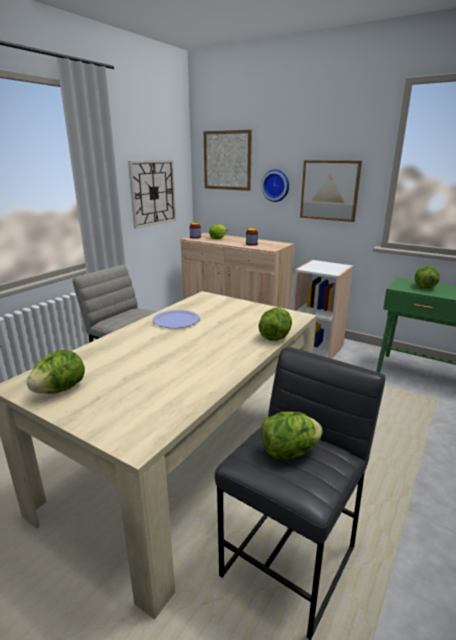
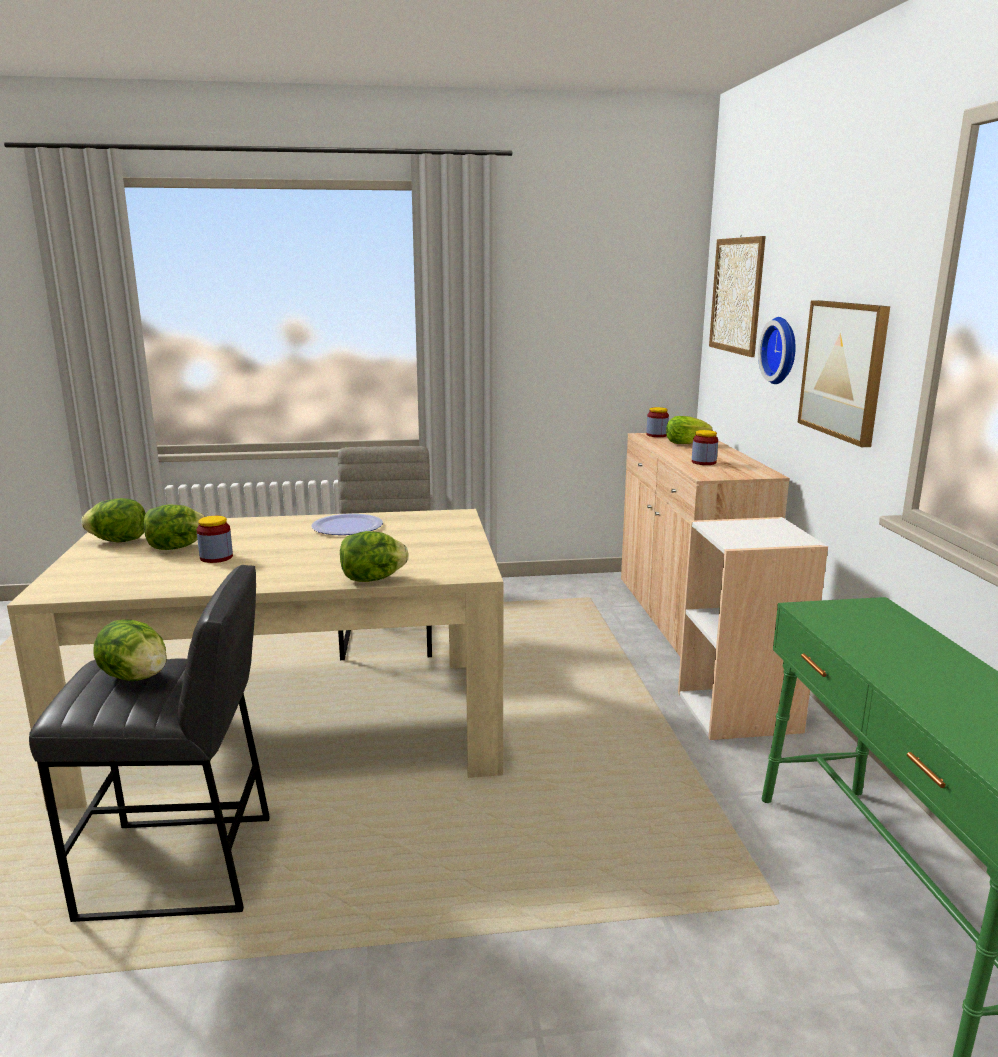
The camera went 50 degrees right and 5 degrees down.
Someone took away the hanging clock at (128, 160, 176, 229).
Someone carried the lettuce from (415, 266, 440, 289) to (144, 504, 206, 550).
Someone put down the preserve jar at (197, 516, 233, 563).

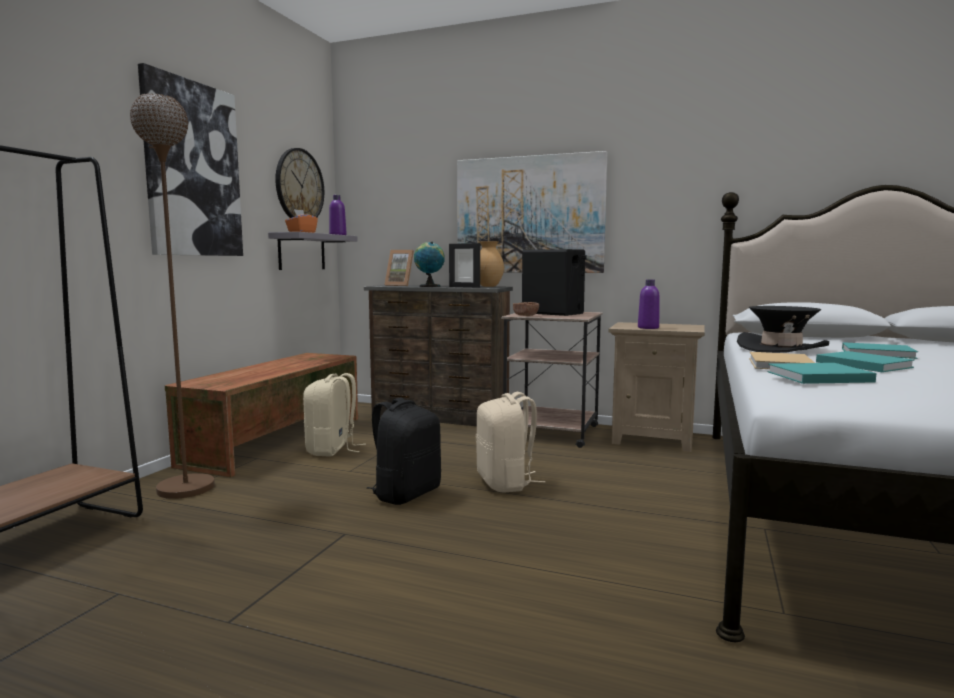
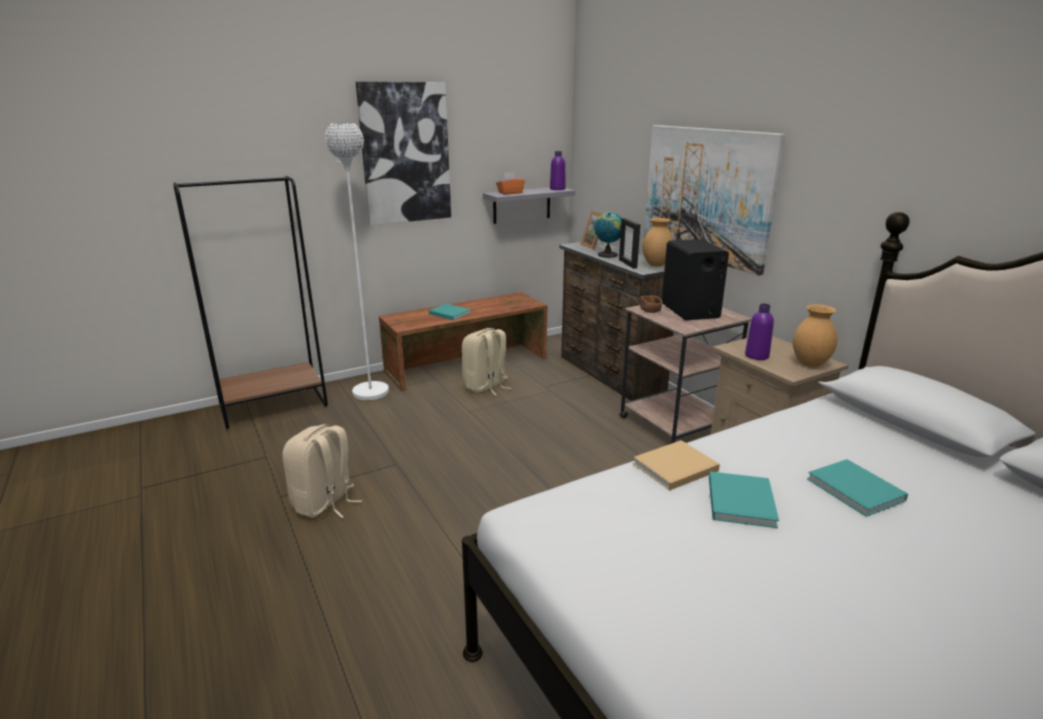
The camera went 40 degrees right and 15 degrees up.
Someone repainted the floor lamp (brownish) at (130, 93, 215, 499), which became the floor lamp (white) at (325, 123, 389, 400).
Someone took away the hanging clock at (275, 148, 324, 218).
Someone took away the rucksack (blackish) at (367, 398, 441, 505).
Someone carried the rucksack (beige) from (476, 392, 545, 493) to (282, 424, 362, 518).
Someone took away the hat (blackish) at (737, 306, 829, 353).
Someone carried the volume (blue-green) from (767, 363, 876, 384) to (429, 304, 471, 320).
Someone put down the decorative vase (brownish) at (793, 304, 837, 367).

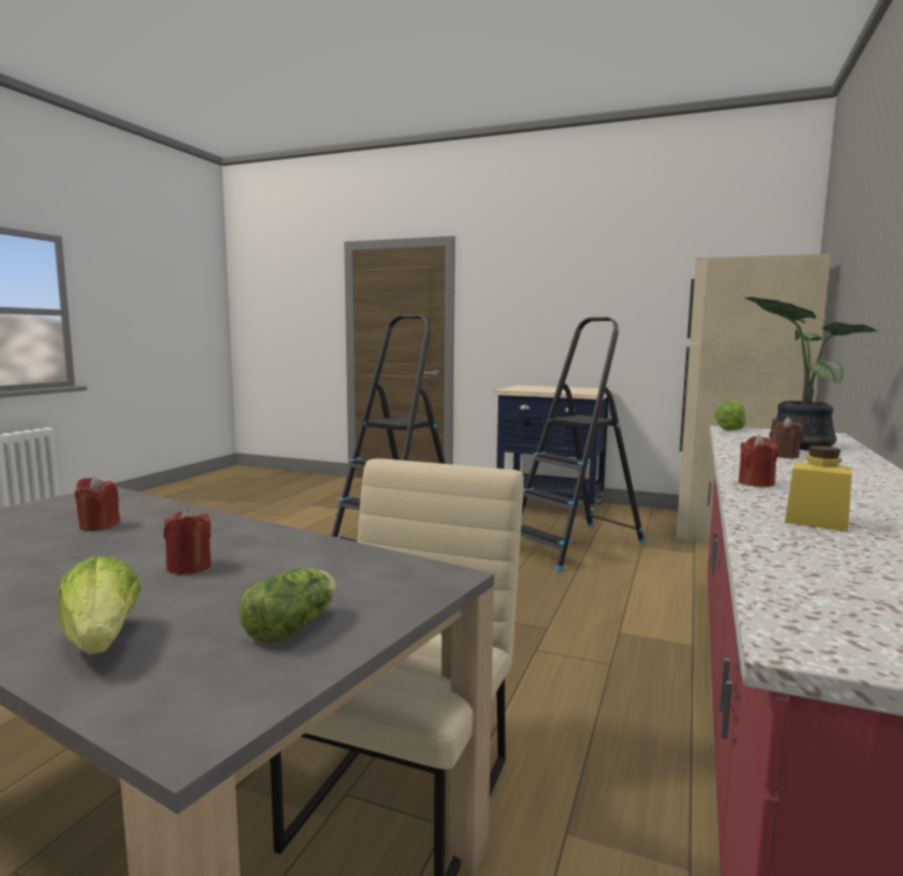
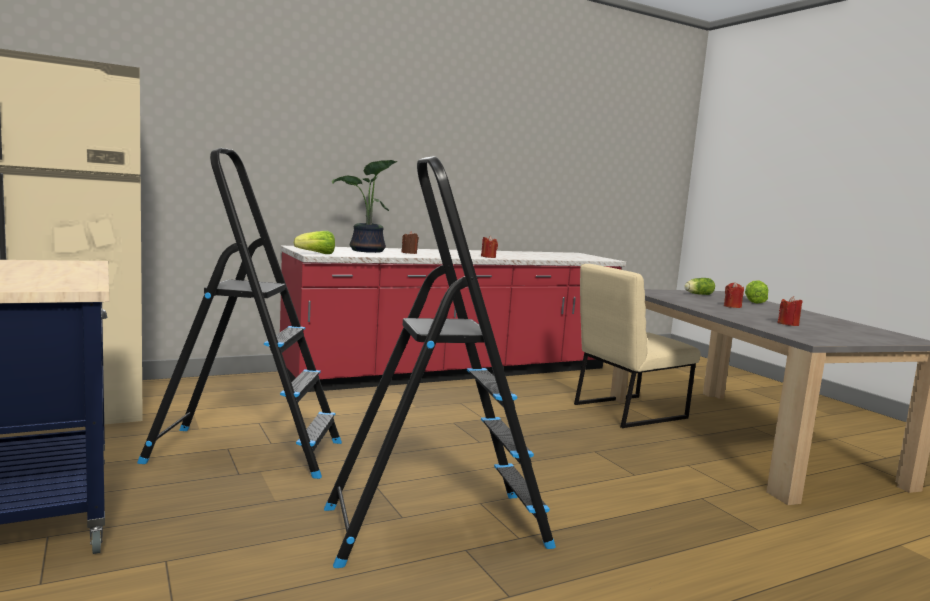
The camera went 140 degrees left and 0 degrees up.
Someone took away the preserve jar (yellow-coloured) at (785, 446, 852, 532).

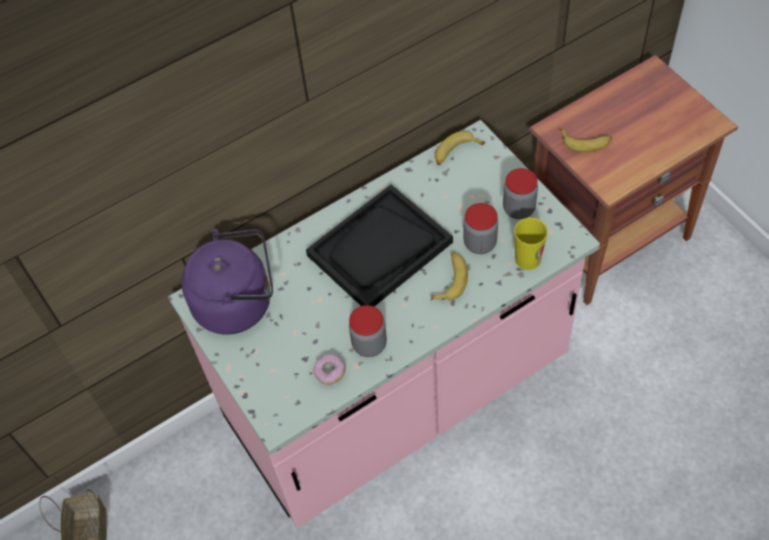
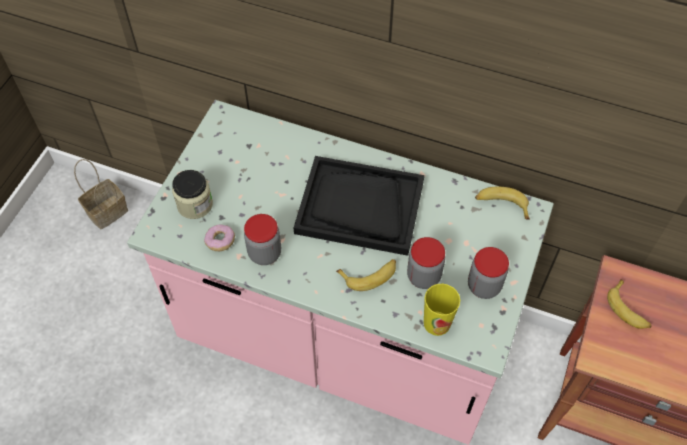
The camera went 50 degrees right and 0 degrees up.
Someone took away the water kettle (purplish) at (181, 229, 273, 335).
Someone put down the preserve jar at (172, 170, 213, 219).

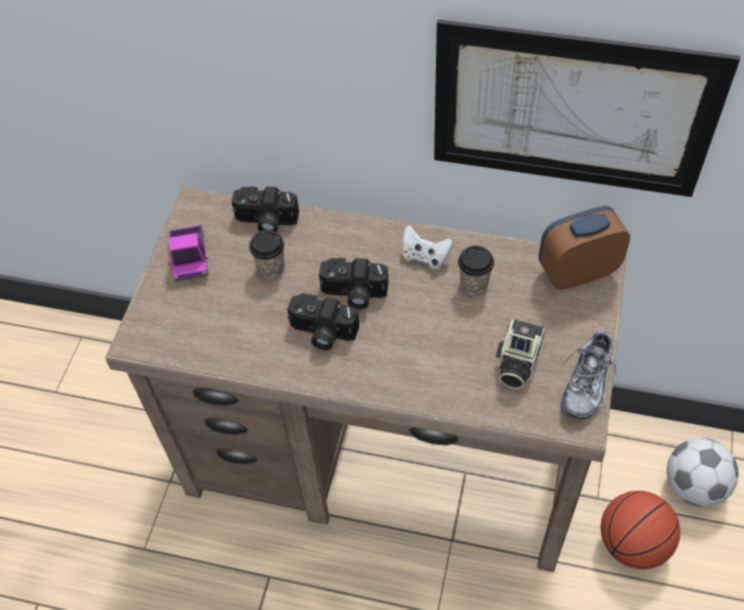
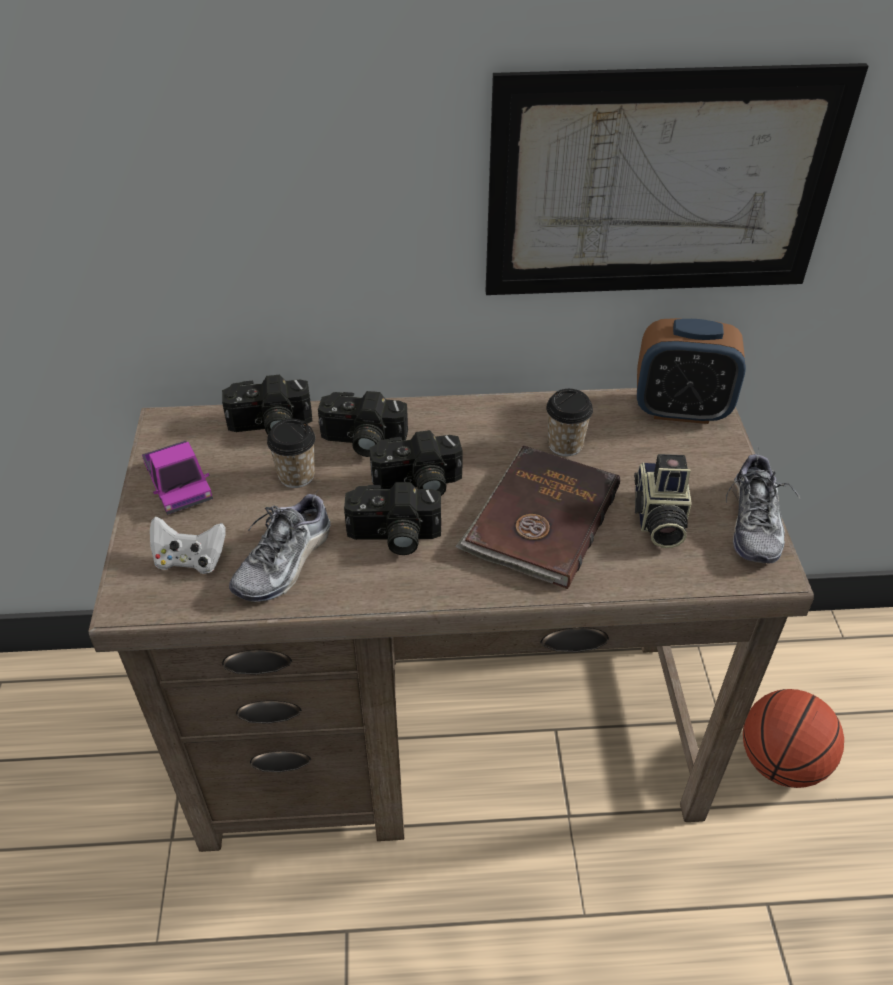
The camera went 20 degrees left and 10 degrees down.
Someone carried the gamepad (white) from (402, 225, 453, 270) to (150, 517, 226, 574).
Someone rotated the alarm clock at (539, 206, 630, 290) by 135 degrees counterclockwise.
Someone took away the football at (667, 438, 739, 507).
Someone put down the low shoe at (229, 492, 331, 602).
Someone put down the still camera at (318, 391, 408, 457).
Someone put down the volume (brownish) at (455, 445, 620, 589).

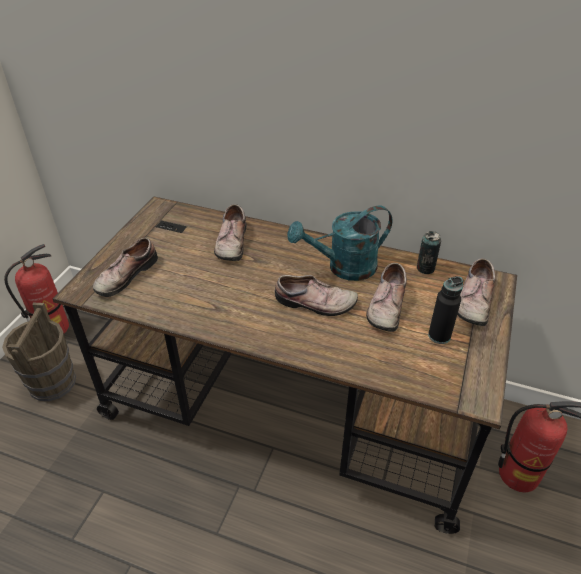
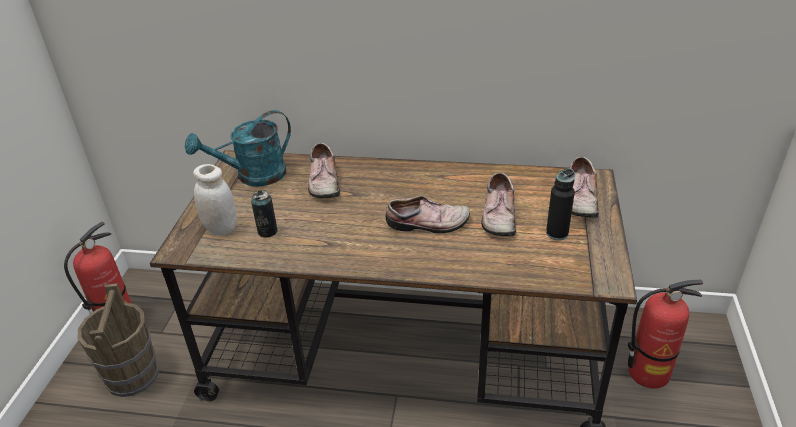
The camera went 10 degrees left and 5 degrees down.
Someone swapped the low shoe at (93, 238, 158, 297) for the preserve jar (white) at (193, 164, 236, 236).
Someone carried the watering pot (blue-green) from (287, 206, 393, 281) to (185, 110, 291, 187).
Someone carried the sealed can from (417, 231, 441, 274) to (251, 190, 278, 238).

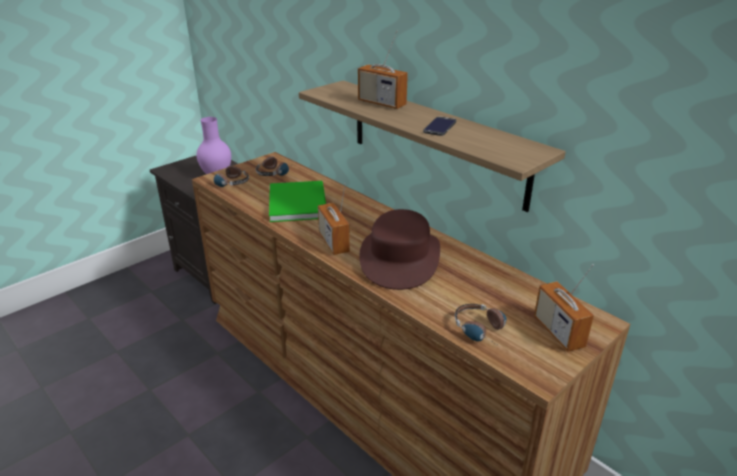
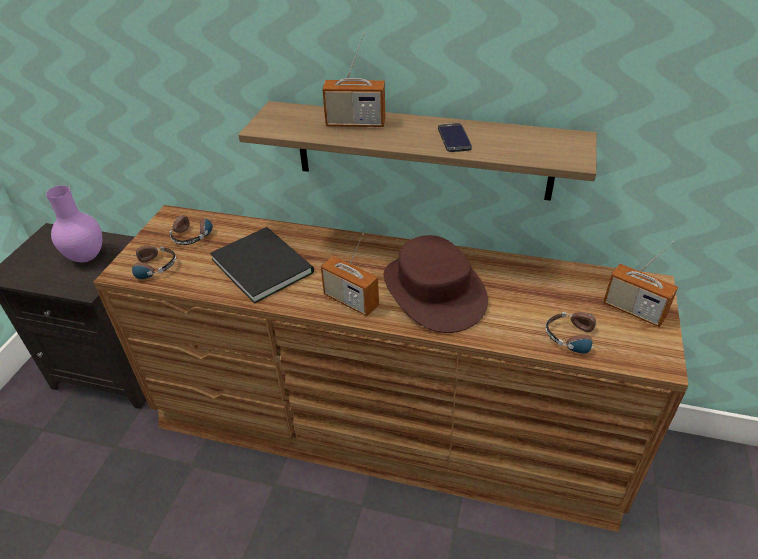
The camera went 30 degrees left and 10 degrees up.
Someone repainted the volume (green-coloured) at (269, 181, 326, 222), which became the volume (blackish) at (210, 227, 314, 304).

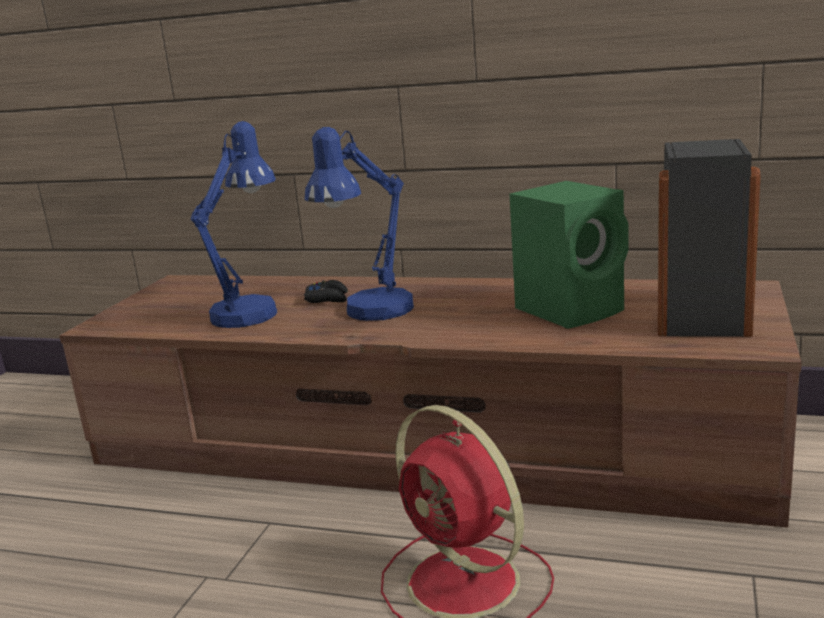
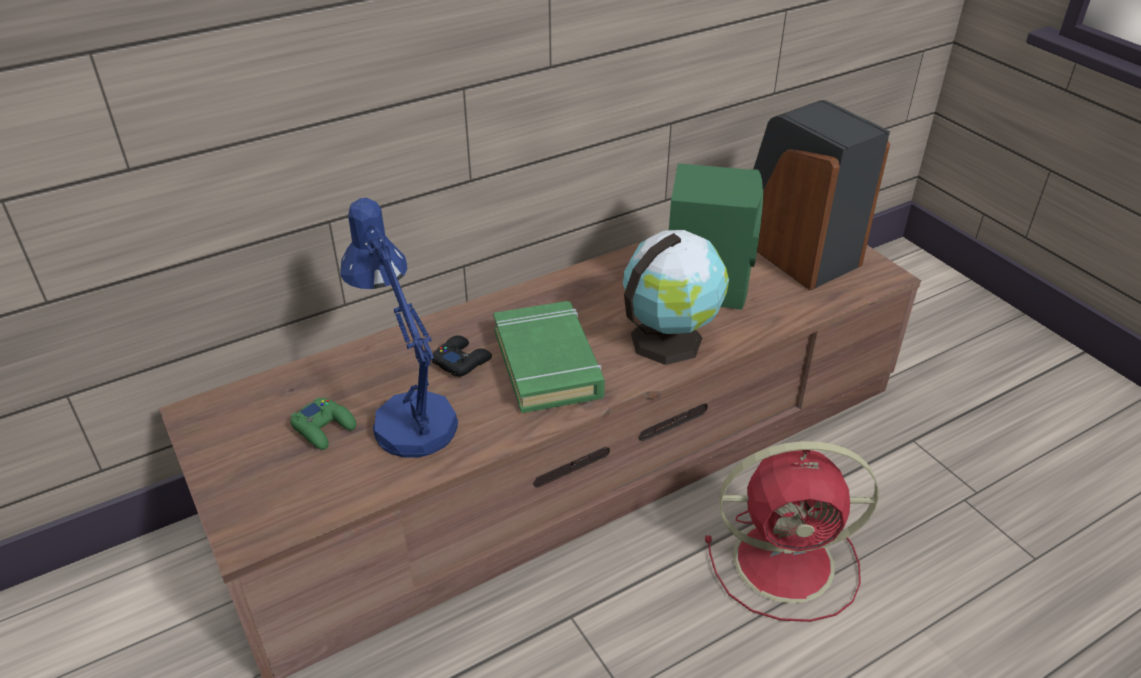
The camera went 50 degrees left and 20 degrees up.
Someone swapped the tabletop lamp (bluish) at (305, 127, 414, 321) for the volume (green-coloured) at (493, 301, 605, 413).
Someone put down the gamepad (green-coloured) at (290, 397, 356, 450).
Someone put down the globe at (623, 230, 729, 365).

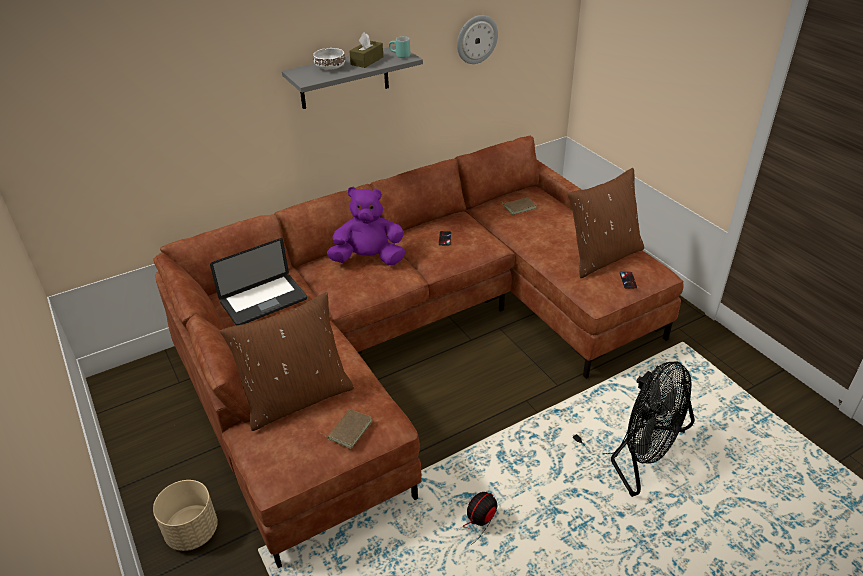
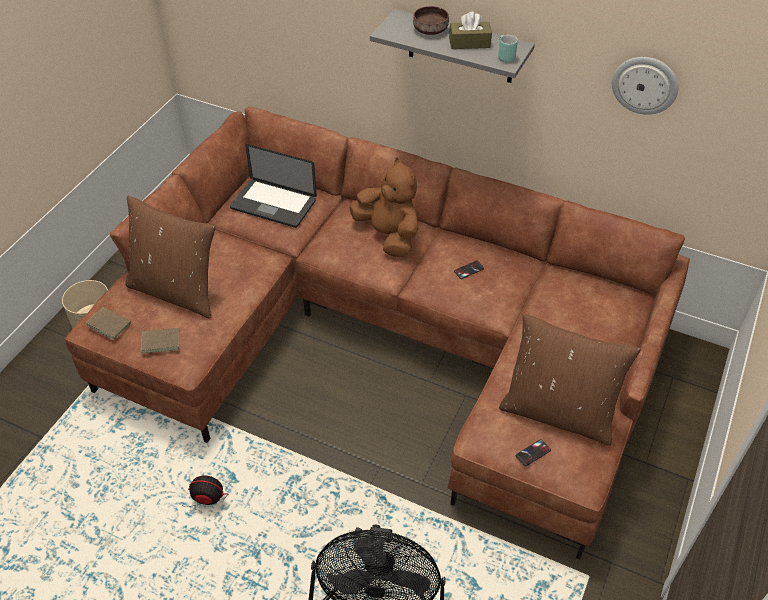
The camera went 55 degrees right and 10 degrees up.
Someone repainted the deep dish (white) at (313, 48, 345, 70), which became the deep dish (brownish) at (413, 6, 449, 35).
Someone repainted the soft toy (purplish) at (327, 187, 405, 265), which became the soft toy (brownish) at (349, 158, 418, 257).
Someone carried the volume (brownish) from (503, 197, 537, 215) to (86, 302, 131, 340).

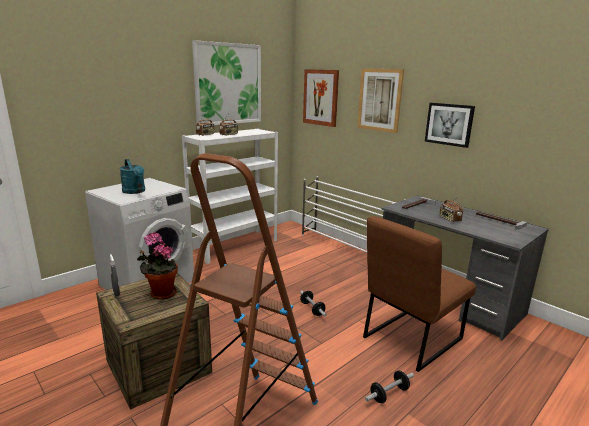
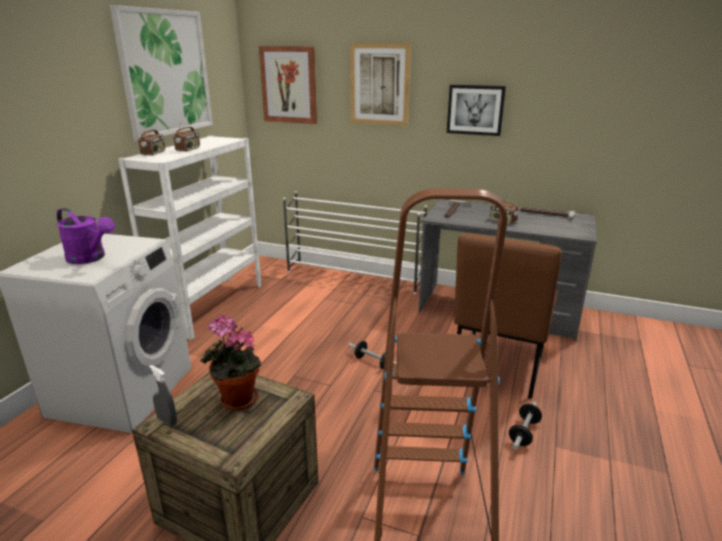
The camera went 25 degrees left and 5 degrees up.
Someone repainted the watering pot (blue-green) at (119, 159, 145, 194), which became the watering pot (purplish) at (57, 208, 115, 264).

